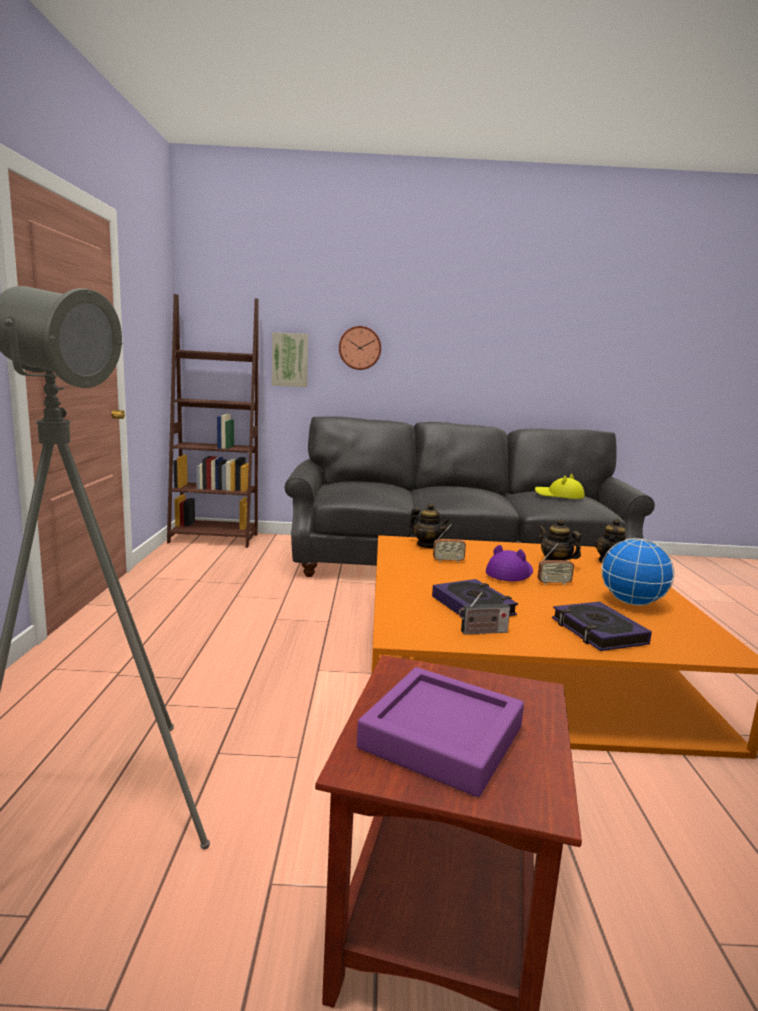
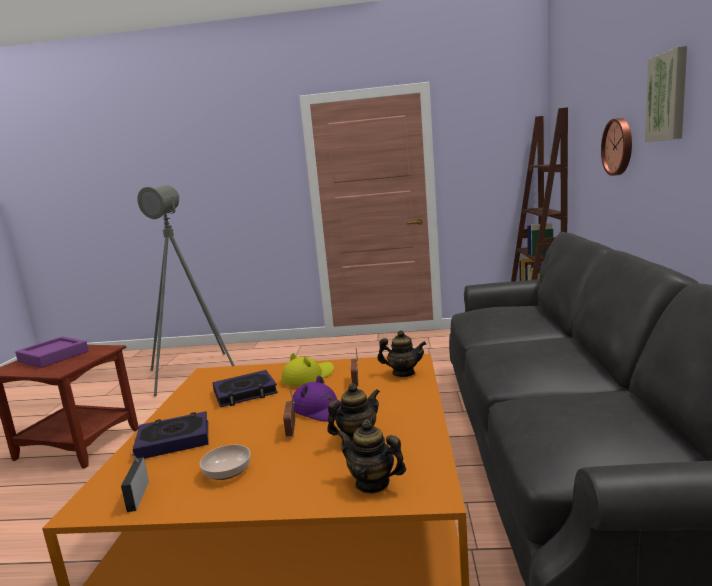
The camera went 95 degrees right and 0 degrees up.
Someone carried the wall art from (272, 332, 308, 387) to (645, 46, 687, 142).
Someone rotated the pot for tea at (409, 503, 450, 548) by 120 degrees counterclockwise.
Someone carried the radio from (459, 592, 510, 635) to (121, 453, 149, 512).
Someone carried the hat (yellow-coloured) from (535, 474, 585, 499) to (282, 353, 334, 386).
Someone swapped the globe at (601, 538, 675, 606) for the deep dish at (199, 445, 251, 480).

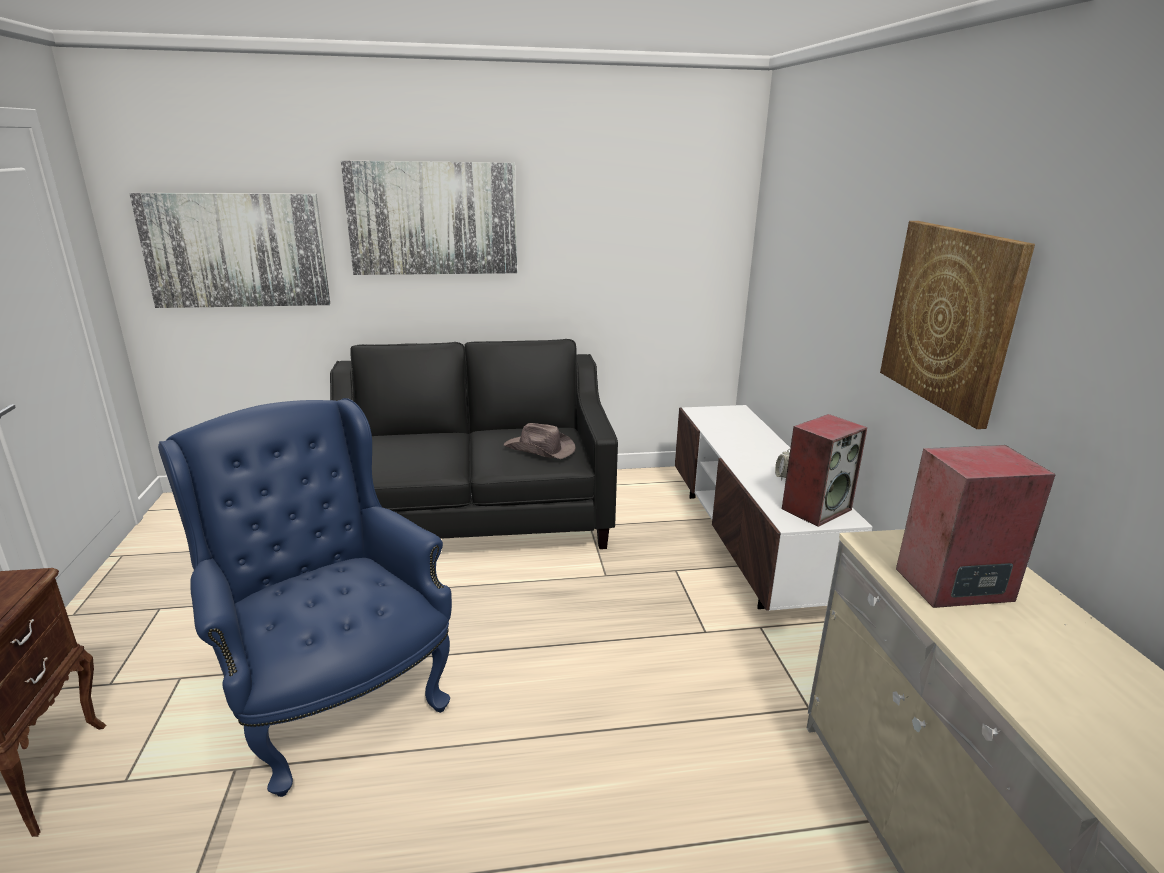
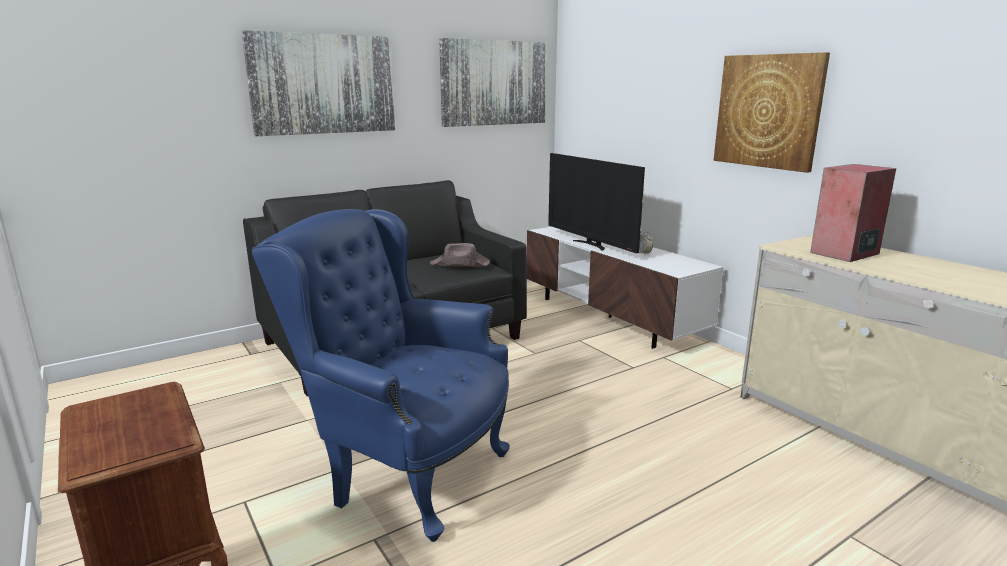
The camera went 25 degrees left and 5 degrees down.
Someone carried the wall art from (129, 193, 330, 308) to (439, 38, 547, 127).
Someone took away the loudspeaker at (782, 414, 867, 527).
Someone put down the television at (548, 153, 645, 253).

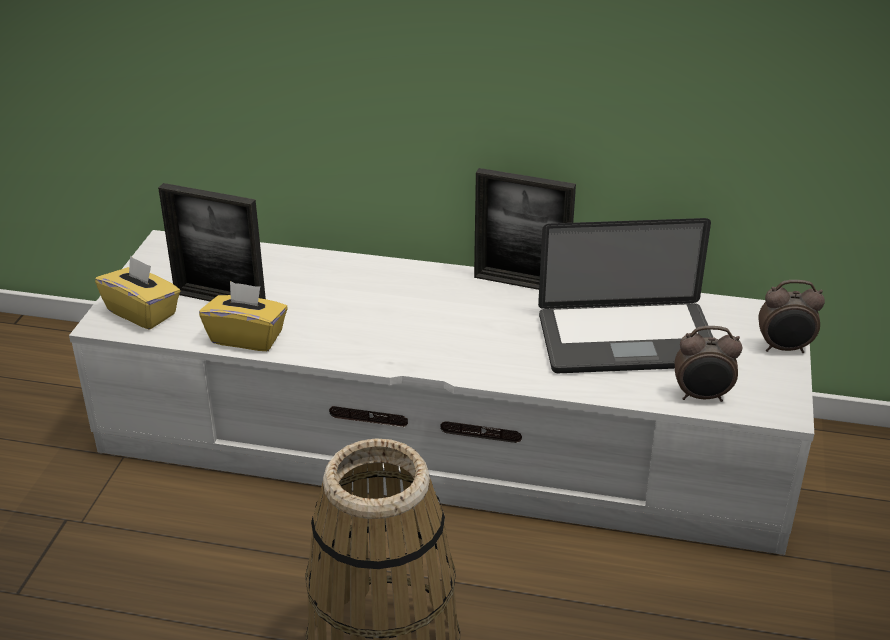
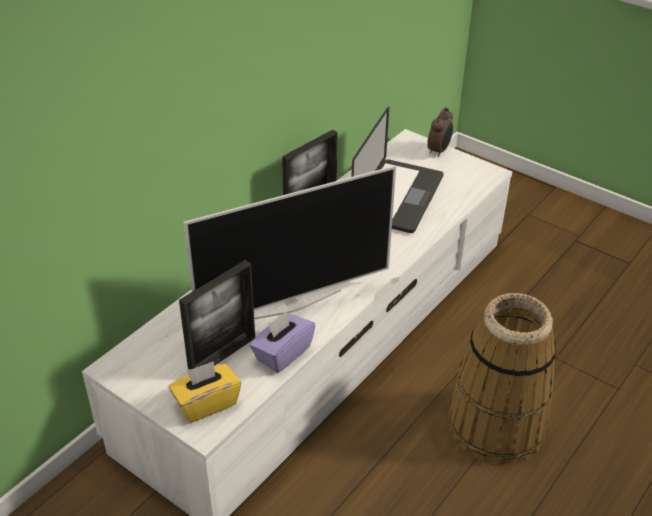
The camera went 65 degrees left and 5 degrees up.
Someone repainted the box of tissues (yellow-coloured) at (199, 281, 288, 351), which became the box of tissues (purplish) at (249, 311, 315, 373).
Someone took away the alarm clock at (675, 326, 742, 402).
Someone put down the television at (184, 166, 396, 319).

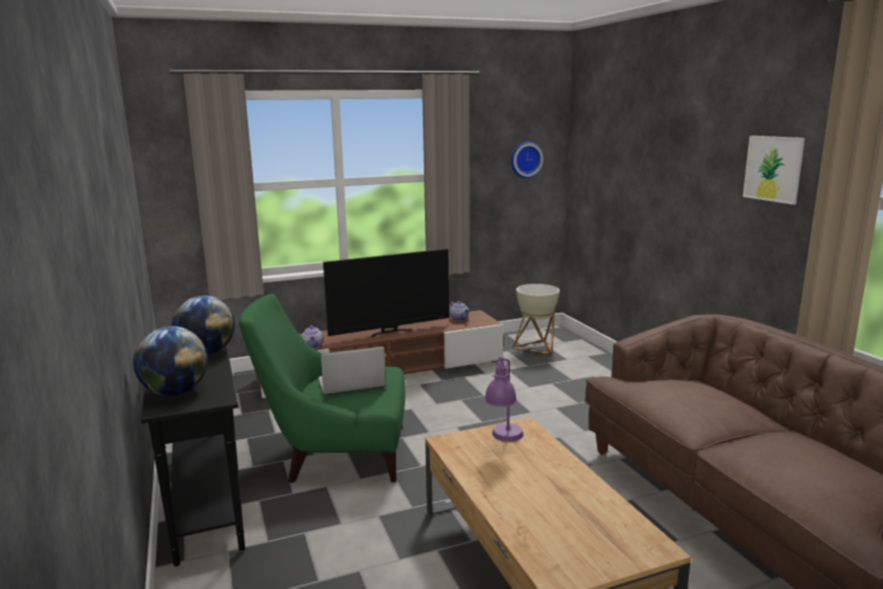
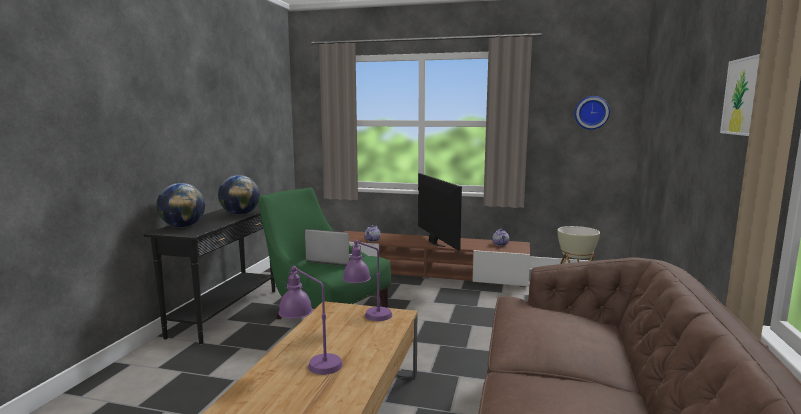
The camera went 35 degrees right and 5 degrees down.
Someone rotated the television at (323, 249, 449, 337) by 120 degrees counterclockwise.
Someone put down the tabletop lamp (purplish) at (278, 266, 343, 375).

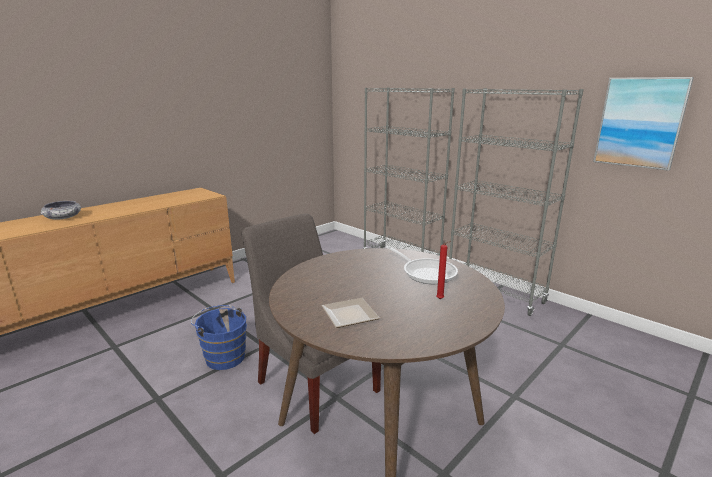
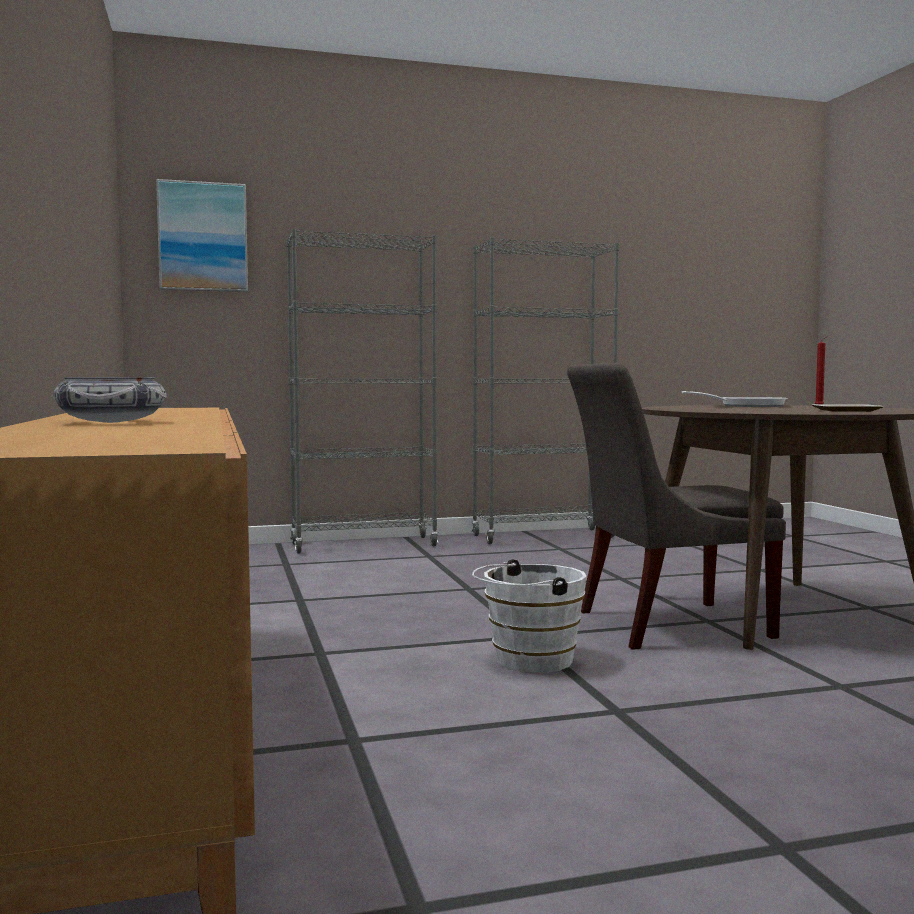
The camera went 60 degrees left and 15 degrees down.
Someone repainted the bucket (bluish) at (191, 305, 247, 370), which became the bucket (white) at (472, 559, 587, 673).
Someone carried the wall art from (593, 77, 694, 171) to (156, 179, 248, 292).

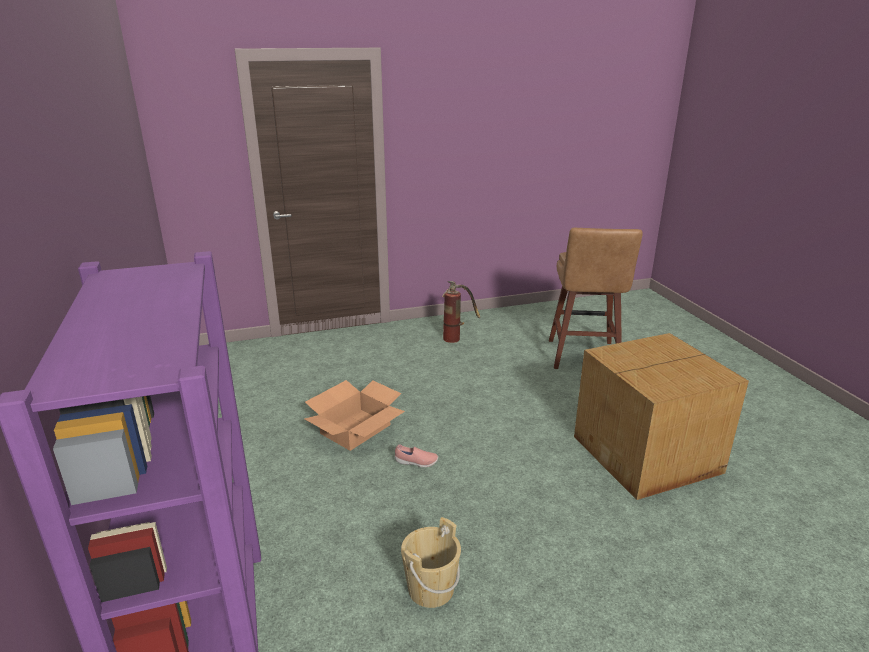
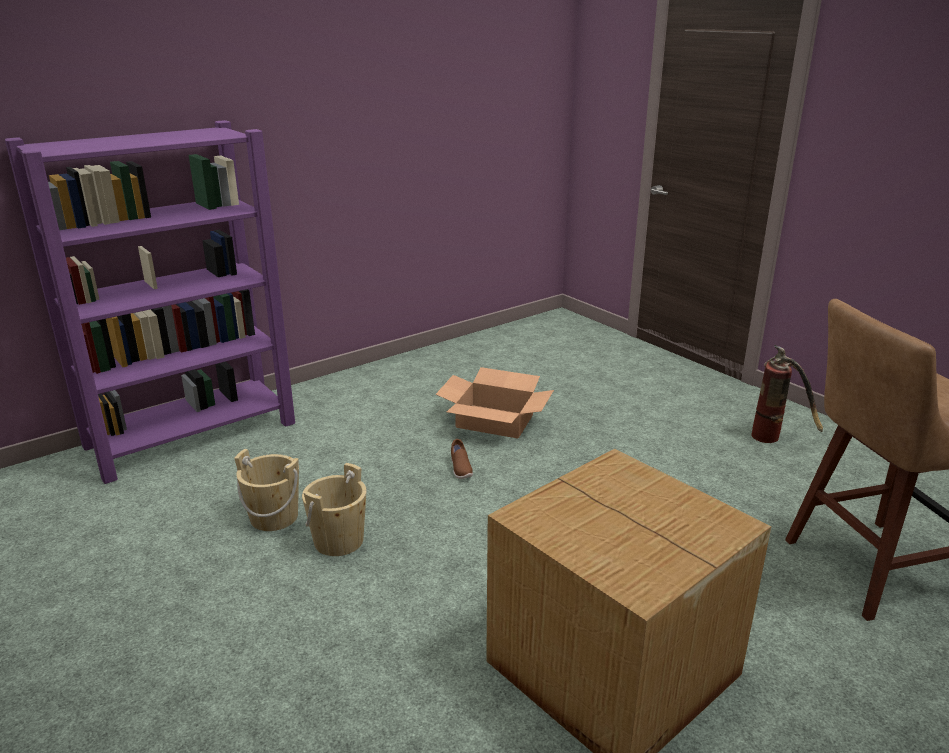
The camera went 70 degrees right and 0 degrees up.
Someone repainted the low shoe (pink) at (395, 444, 438, 467), which became the low shoe (brownish) at (451, 439, 473, 479).
Someone put down the bucket (beige) at (302, 463, 367, 556).

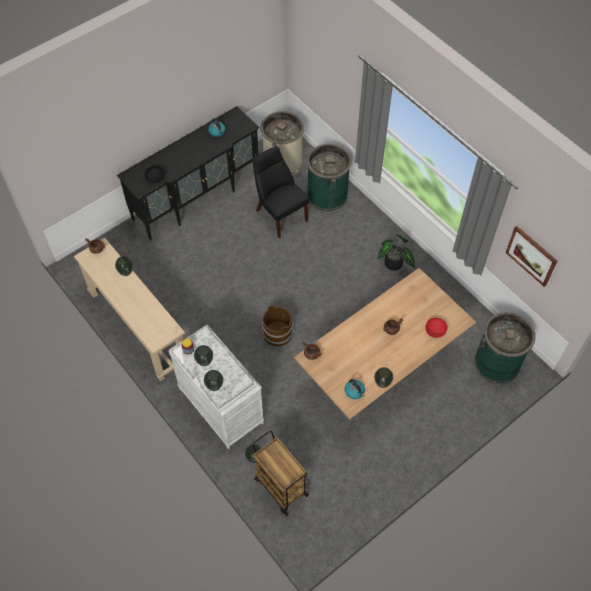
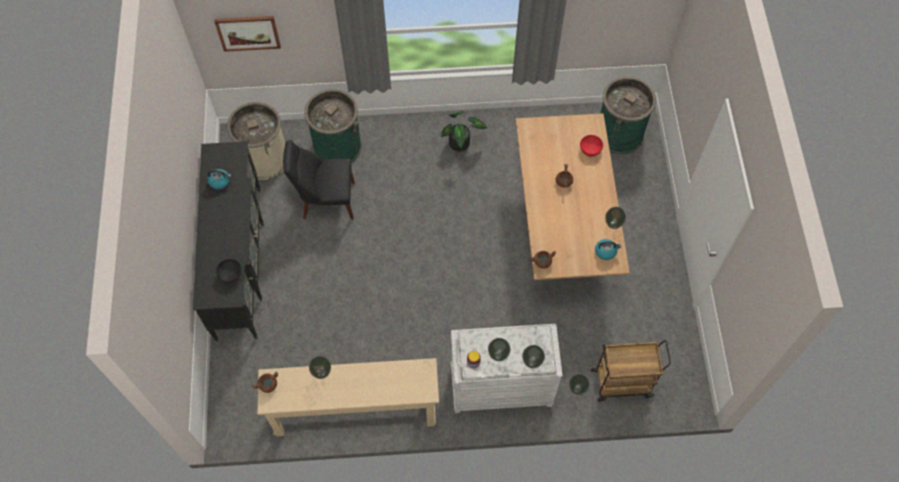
The camera went 55 degrees left and 5 degrees up.
Someone took away the bucket (brownish) at (262, 305, 293, 346).
Someone carried the wall art from (505, 226, 557, 287) to (214, 16, 281, 52).

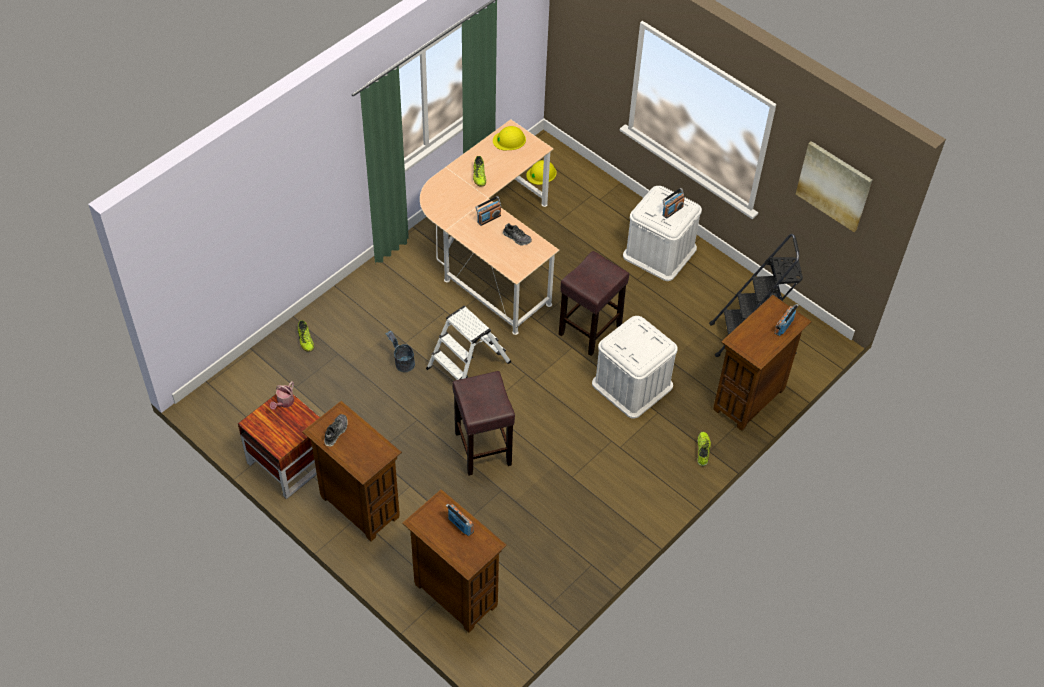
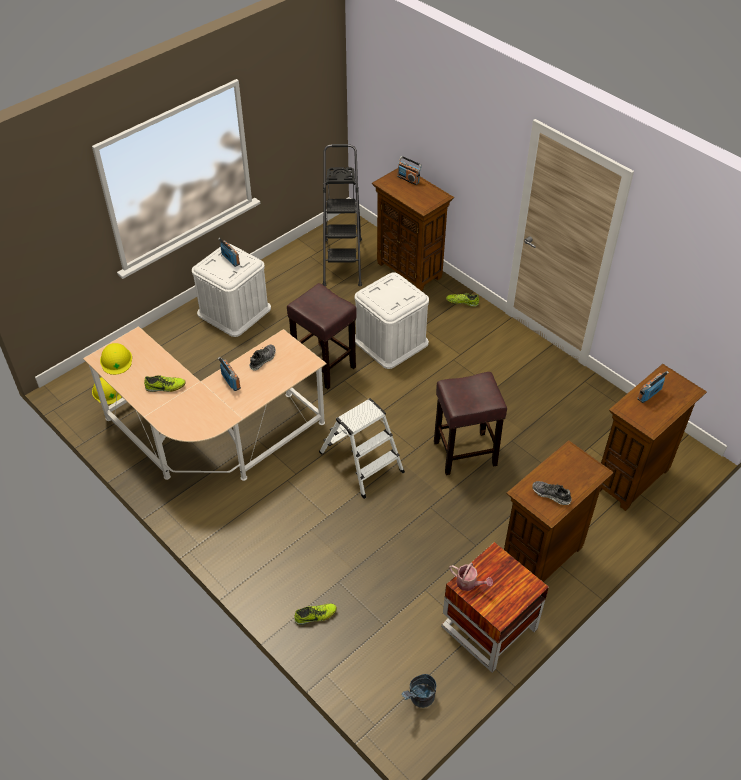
The camera went 85 degrees left and 5 degrees down.
Someone carried the bucket (greyish) from (386, 331, 415, 372) to (401, 674, 436, 708).
Someone took away the wall art at (796, 141, 872, 232).

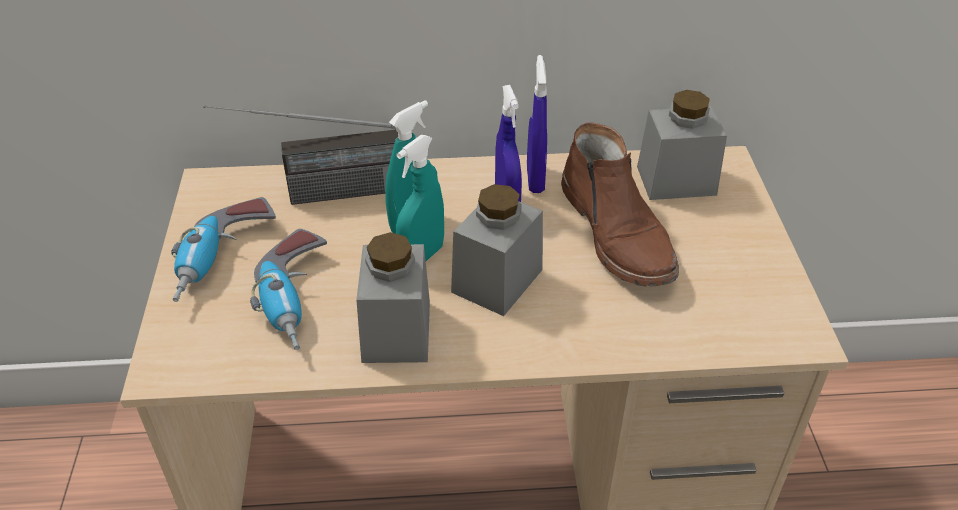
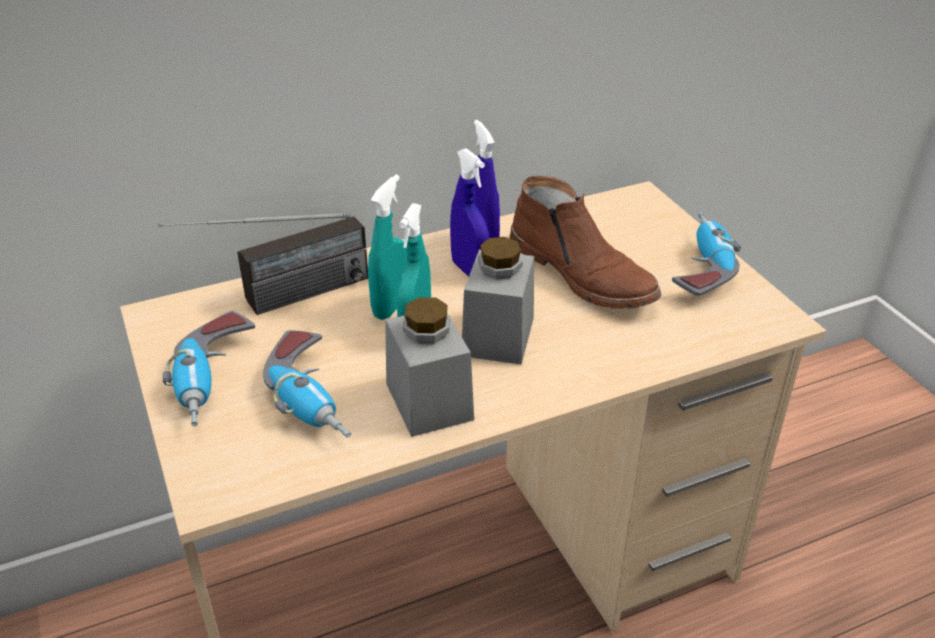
The camera went 20 degrees left and 5 degrees down.
Someone took away the preserve jar (greyish) at (637, 90, 727, 200).
Someone put down the electric drill at (672, 212, 741, 296).

